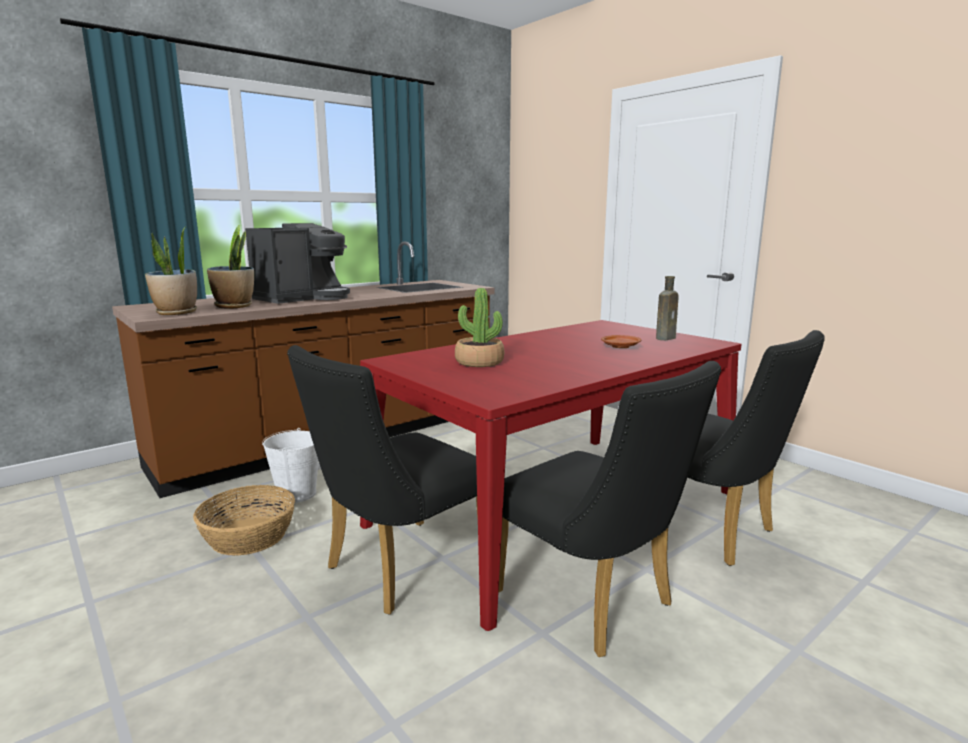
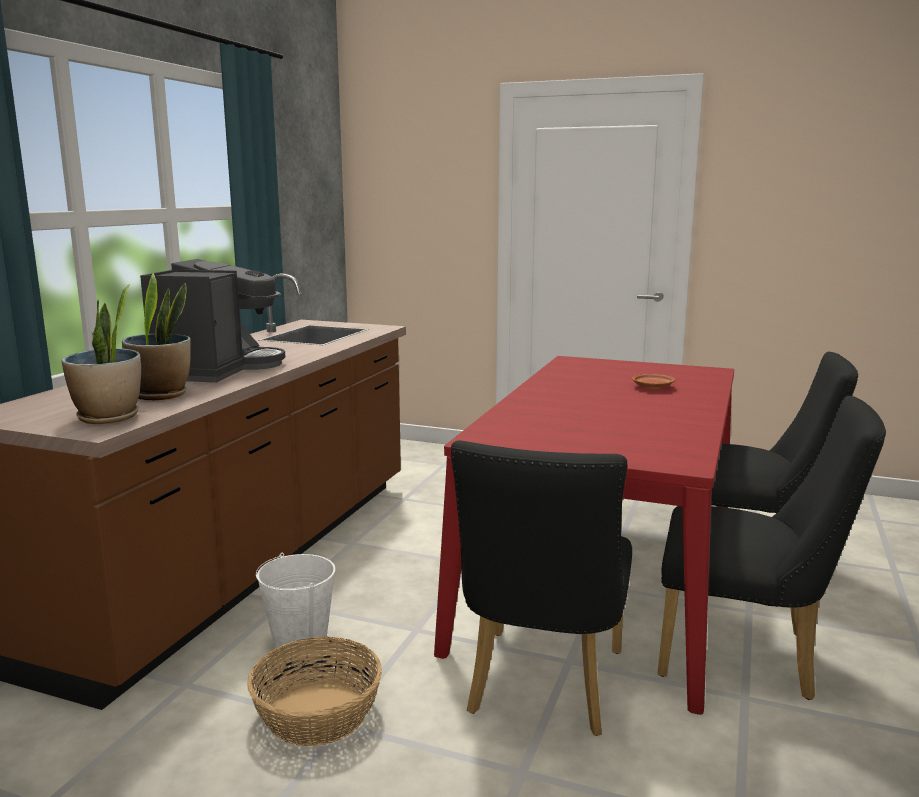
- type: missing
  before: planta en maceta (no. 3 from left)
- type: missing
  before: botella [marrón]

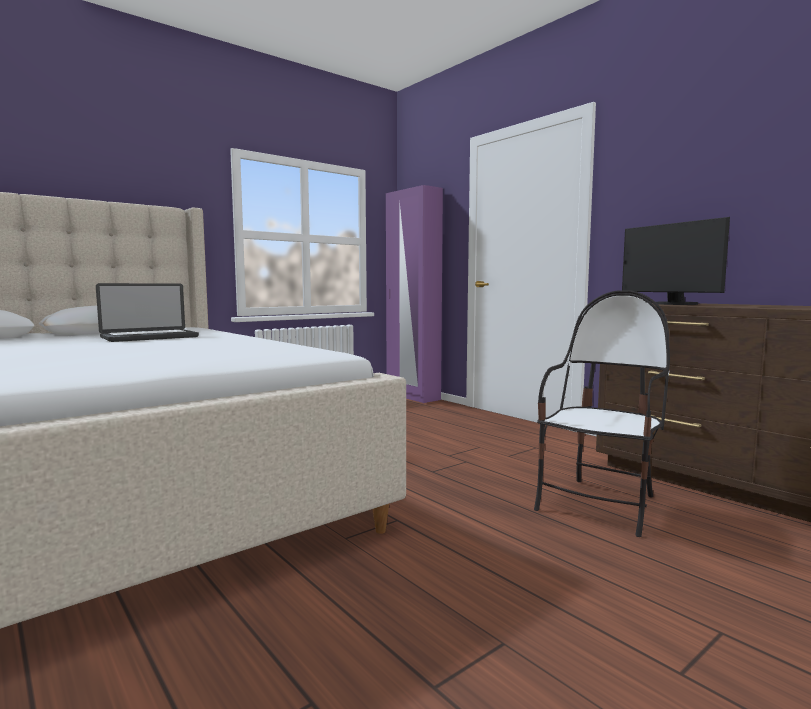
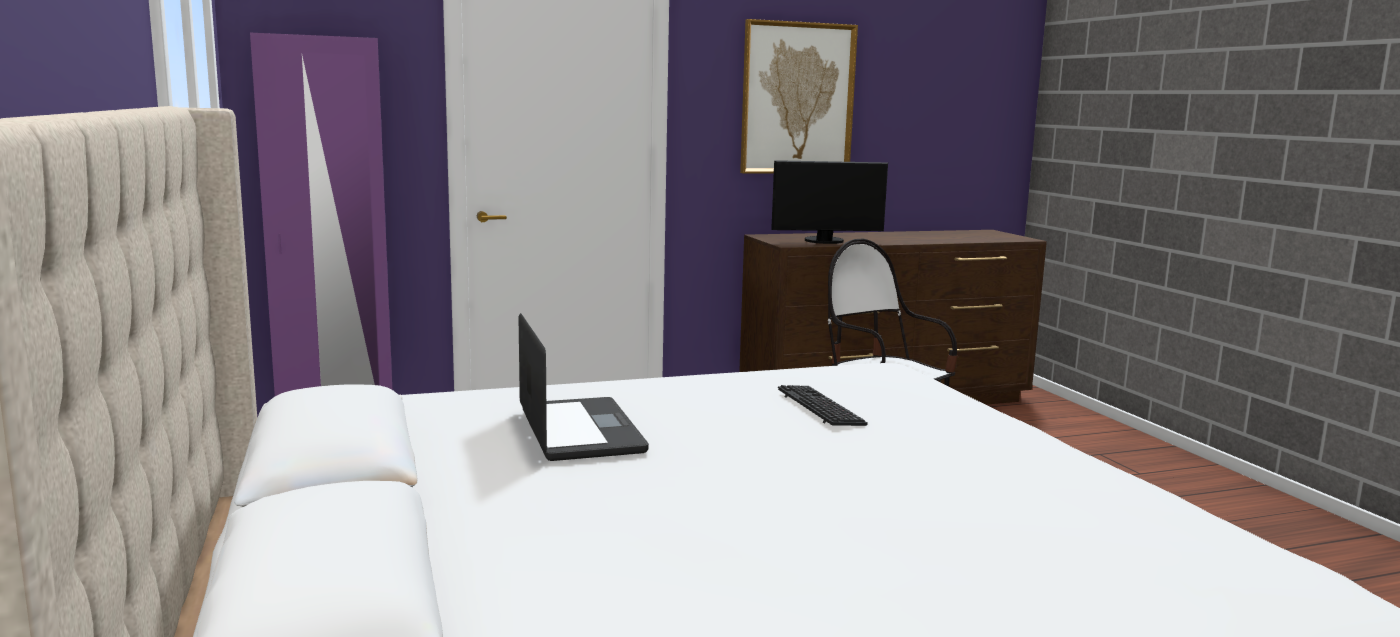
- type: appeared
  after: cuadro
- type: appeared
  after: teclado

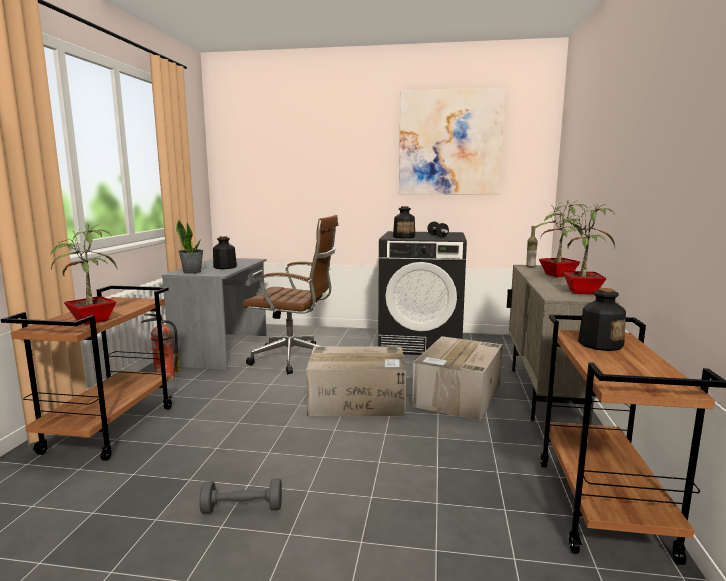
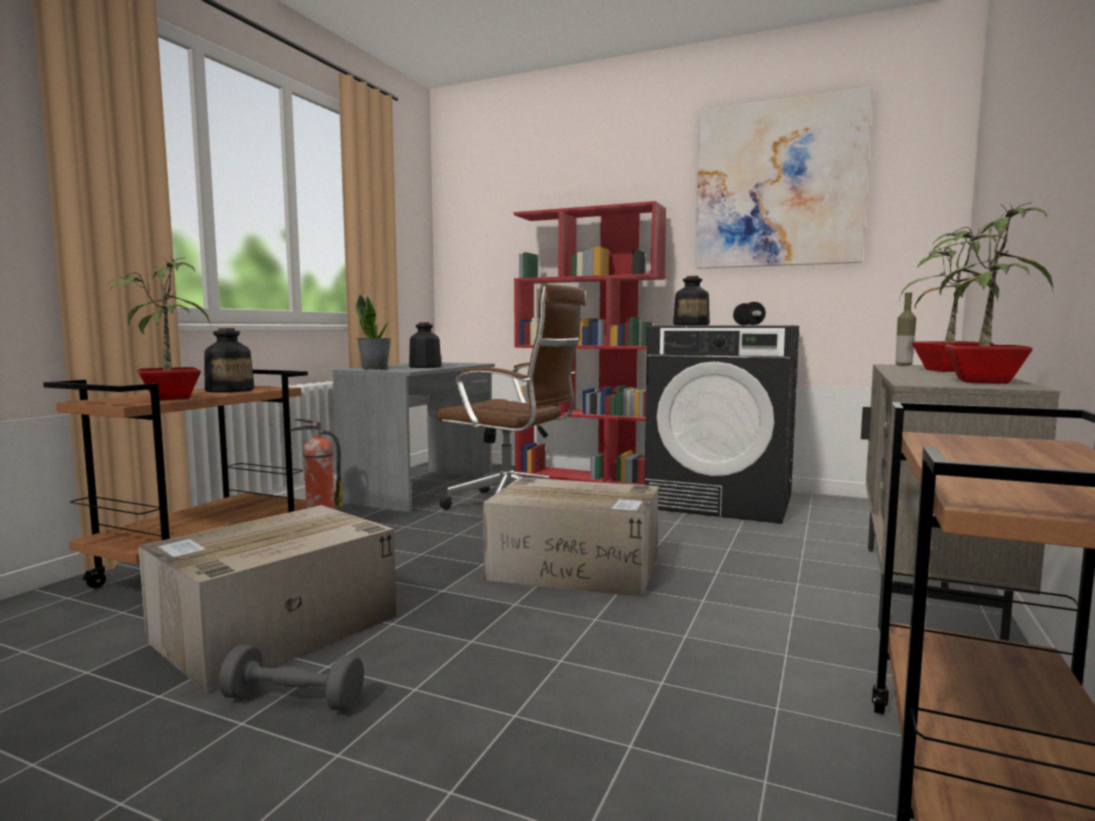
- type: appeared
  after: estantería [rojo]
- type: relocated
  before: caja de cartón (no. 2 from left in the first image)
  after: caja de cartón (no. 1 from left)
- type: relocated
  before: botella (no. 4 from left in the first image)
  after: botella (no. 1 from left)

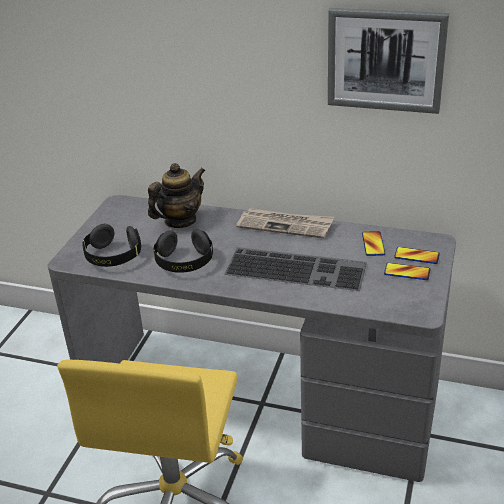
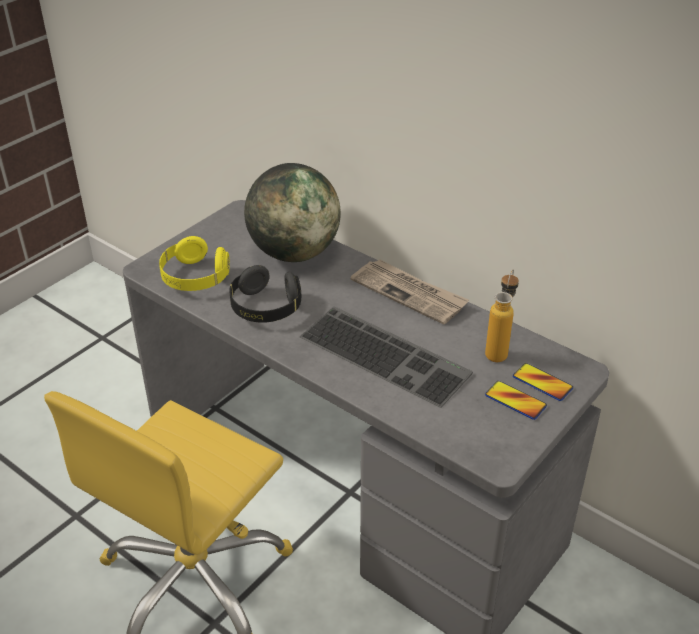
- type: missing
  before: cuadro
- type: exchanged
  before: tetera
  after: globo terráqueo
- type: exchanged
  before: móvil (no. 1 from left)
  after: botella
- type: colour
  before: auriculares [negro] (no. 1 from left)
  after: auriculares [amarillo]

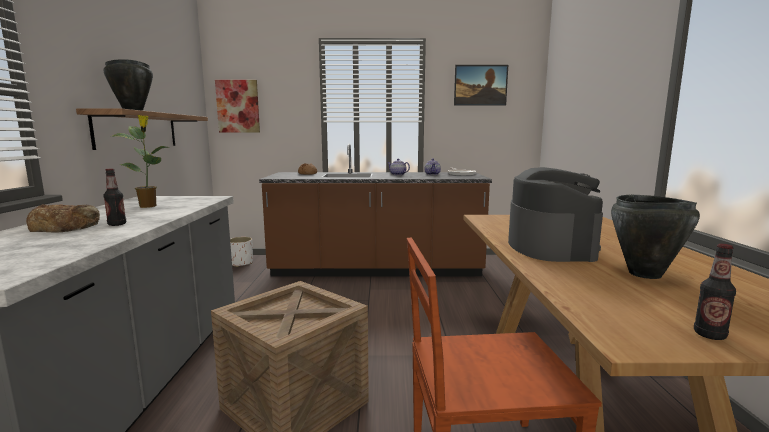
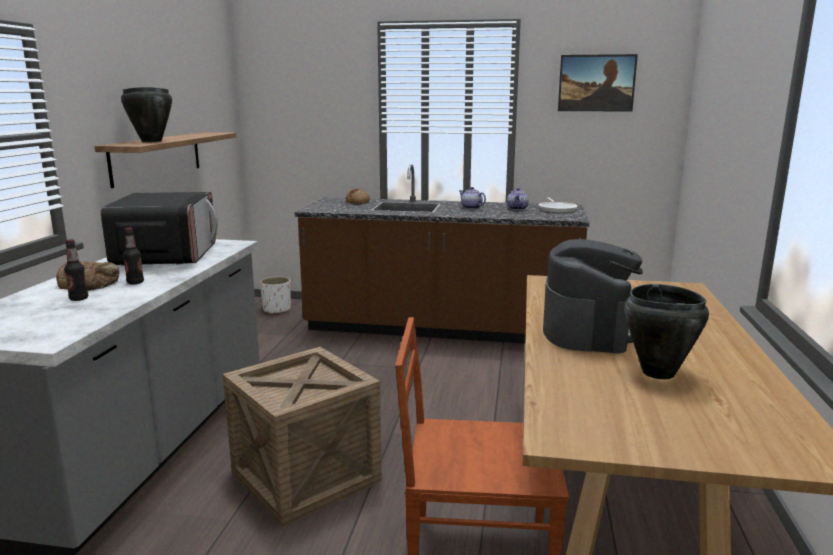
- type: missing
  before: cuadro (no. 1 from left)
- type: relocated
  before: botella (no. 2 from left in the first image)
  after: botella (no. 1 from left)
- type: exchanged
  before: planta en maceta
  after: microondas

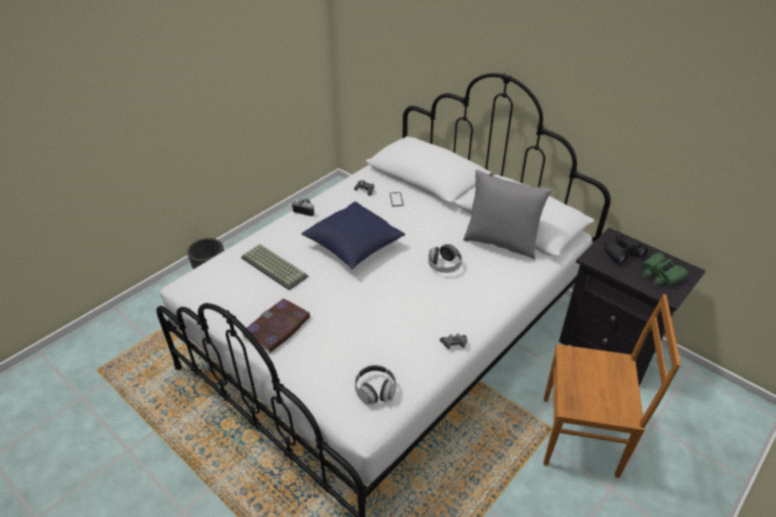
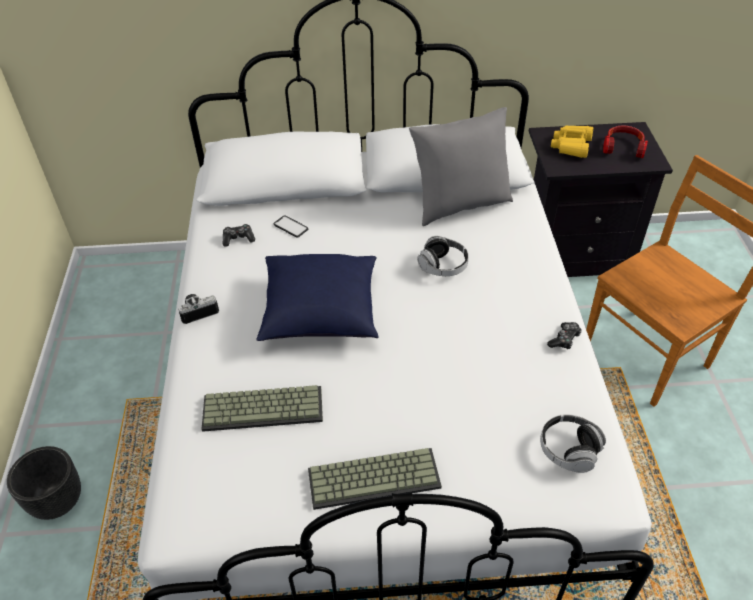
- type: exchanged
  before: libro
  after: teclado (no. 2 from left)
- type: exchanged
  before: prismáticos [verde]
  after: auriculares (no. 3 from left)
- type: colour
  before: prismáticos [negro]
  after: prismáticos [amarillo]

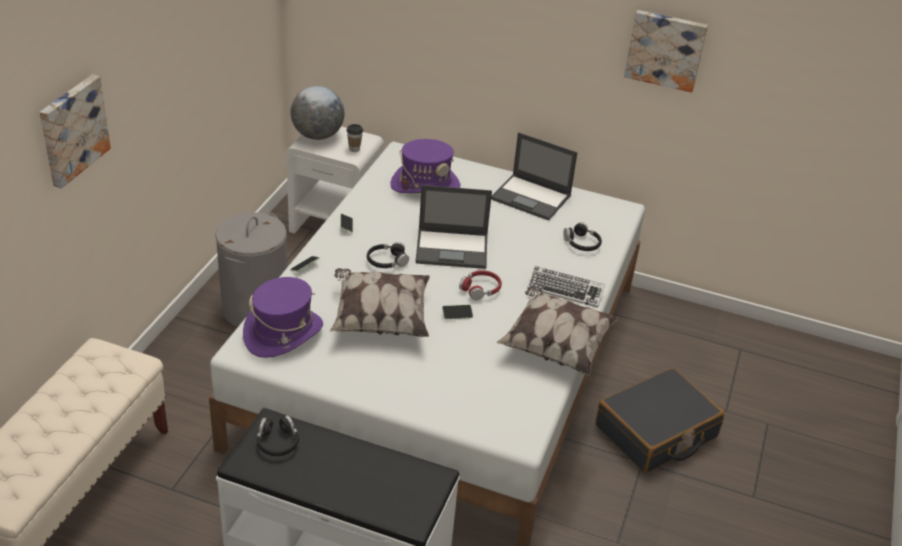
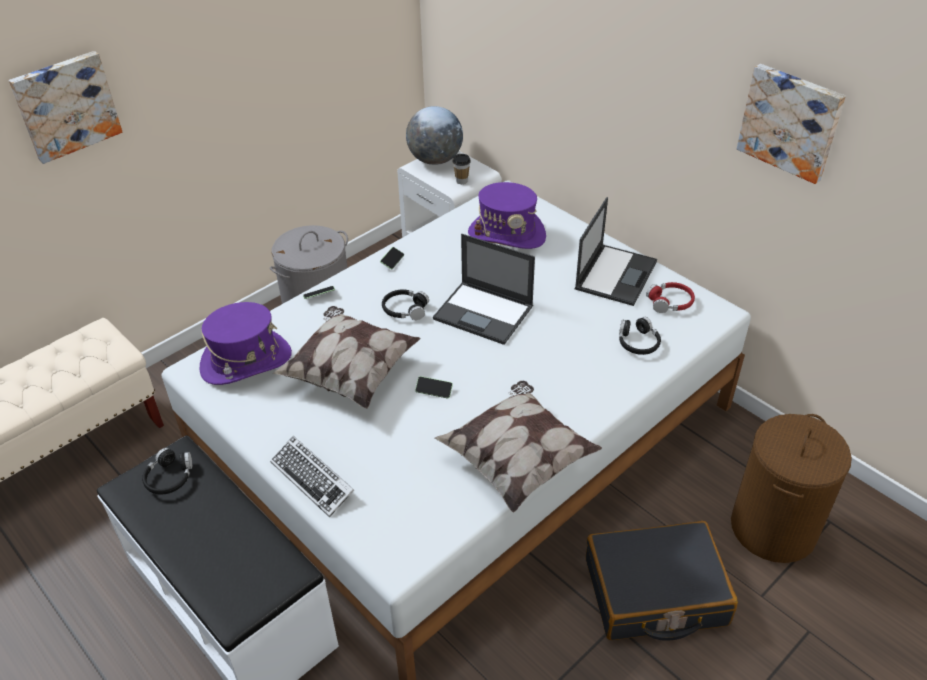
- type: appeared
  after: cesto de la ropa [marrón]
- type: relocated
  before: auriculares [rojo]
- type: relocated
  before: teclado
- type: spun
  before: portátil (no. 2 from left)
  turn: -120

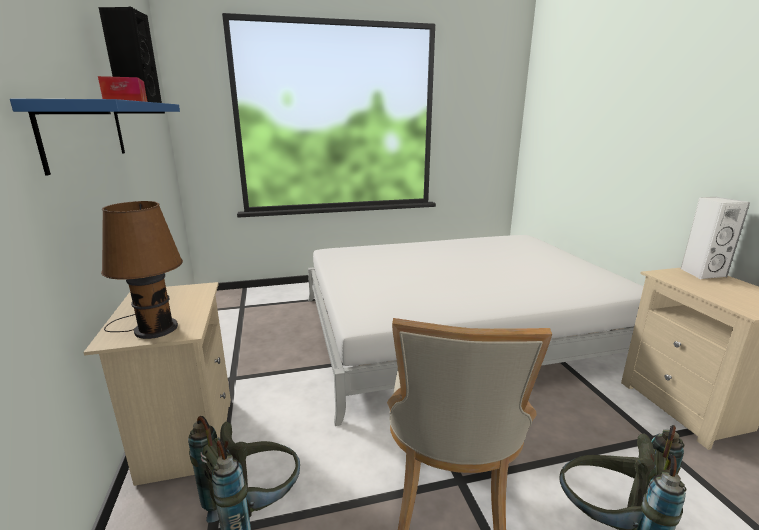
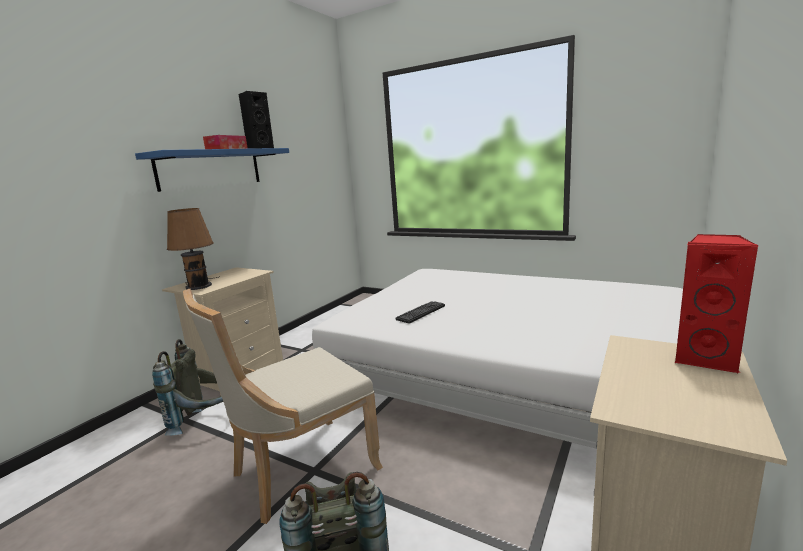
- type: appeared
  after: teclado
- type: colour
  before: altavoz [blanco]
  after: altavoz [rojo]

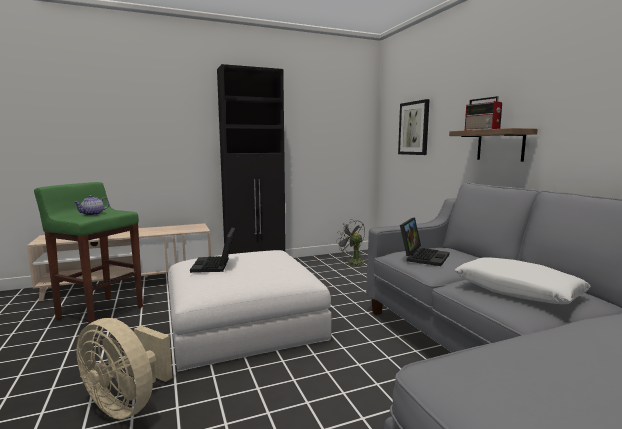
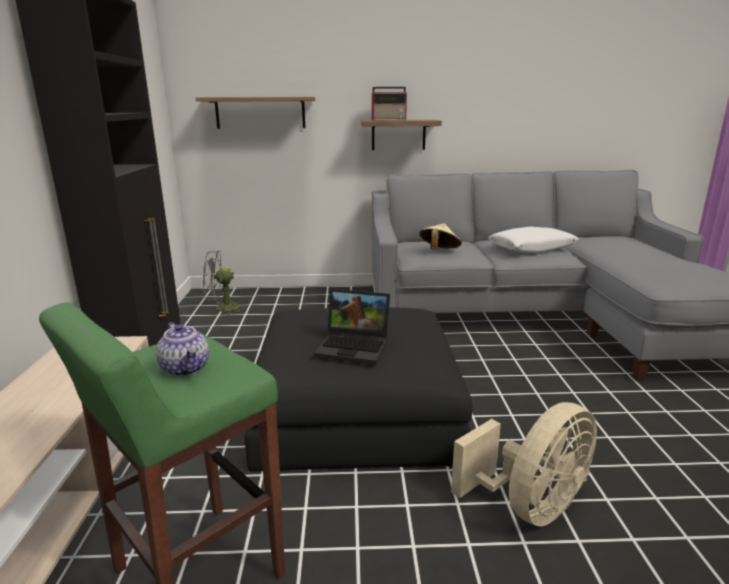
- type: exchanged
  before: cuadro
  after: estante (no. 1 from left)
- type: exchanged
  before: portátil (no. 2 from left)
  after: sombrero [beis]
- type: colour
  before: puf [blanco]
  after: puf [negro]

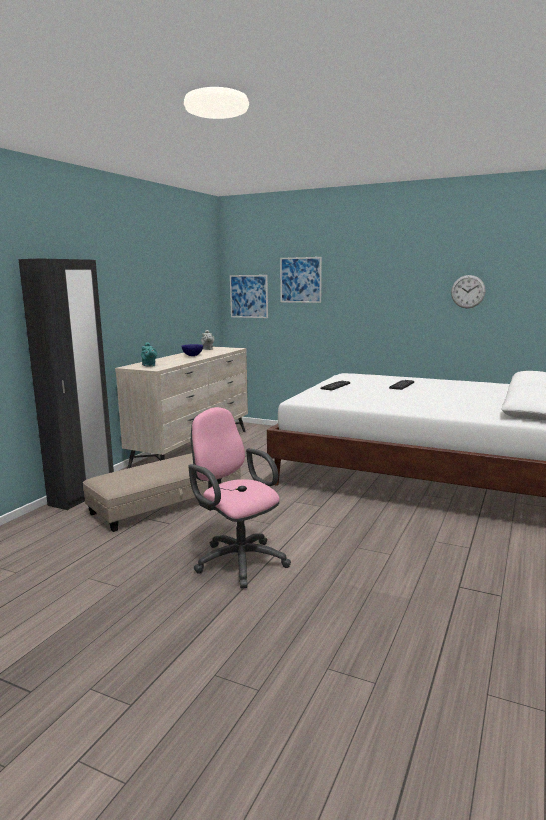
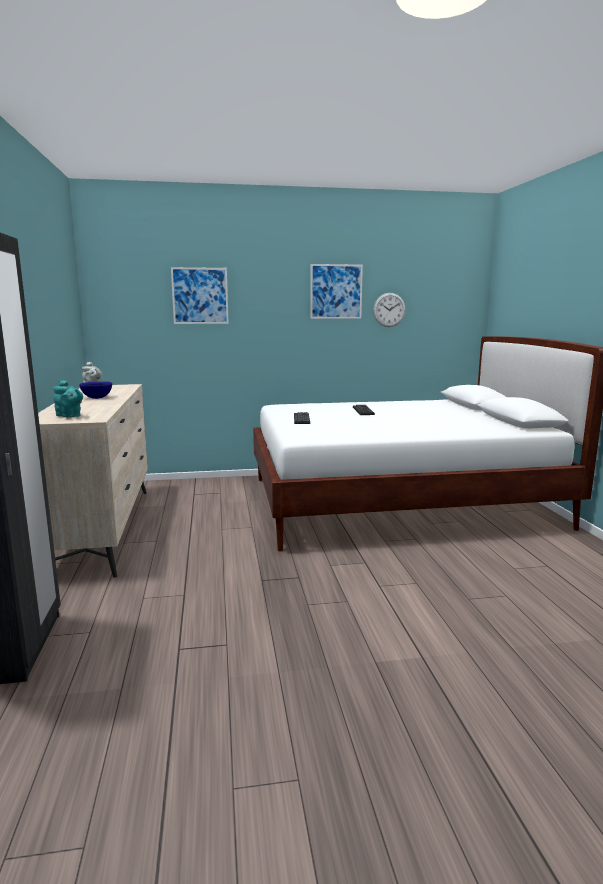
- type: missing
  before: puf [beis]
- type: missing
  before: silla de oficina [rosa]
- type: relocated
  before: cuadro (no. 1 from left in the first image)
  after: cuadro (no. 2 from left)

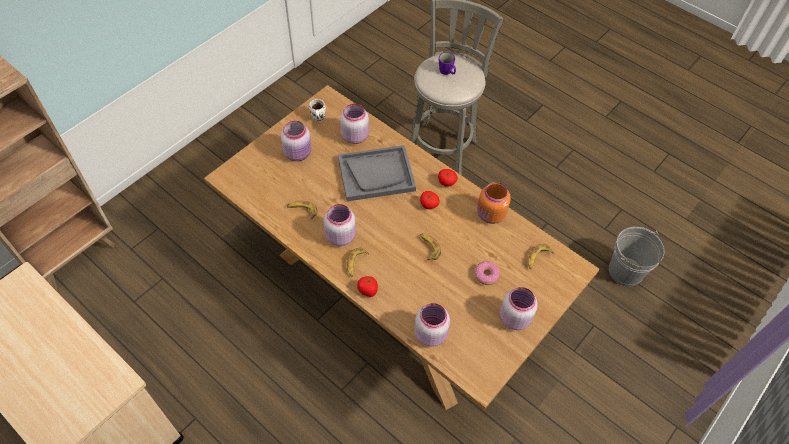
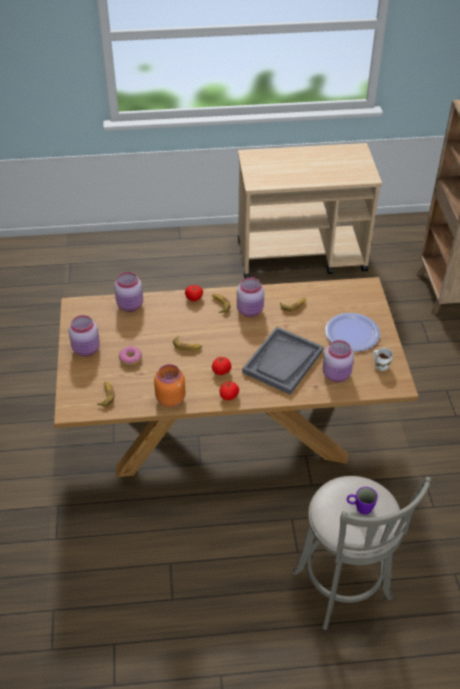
- type: missing
  before: cubo [gris]
- type: exchanged
  before: tarro [rosa] (no. 1 from left)
  after: plato

